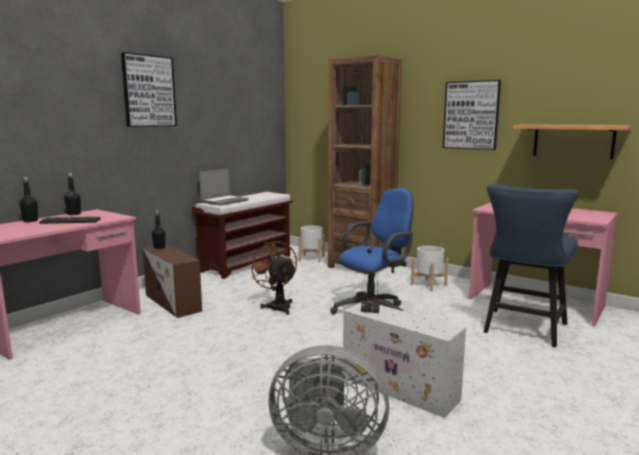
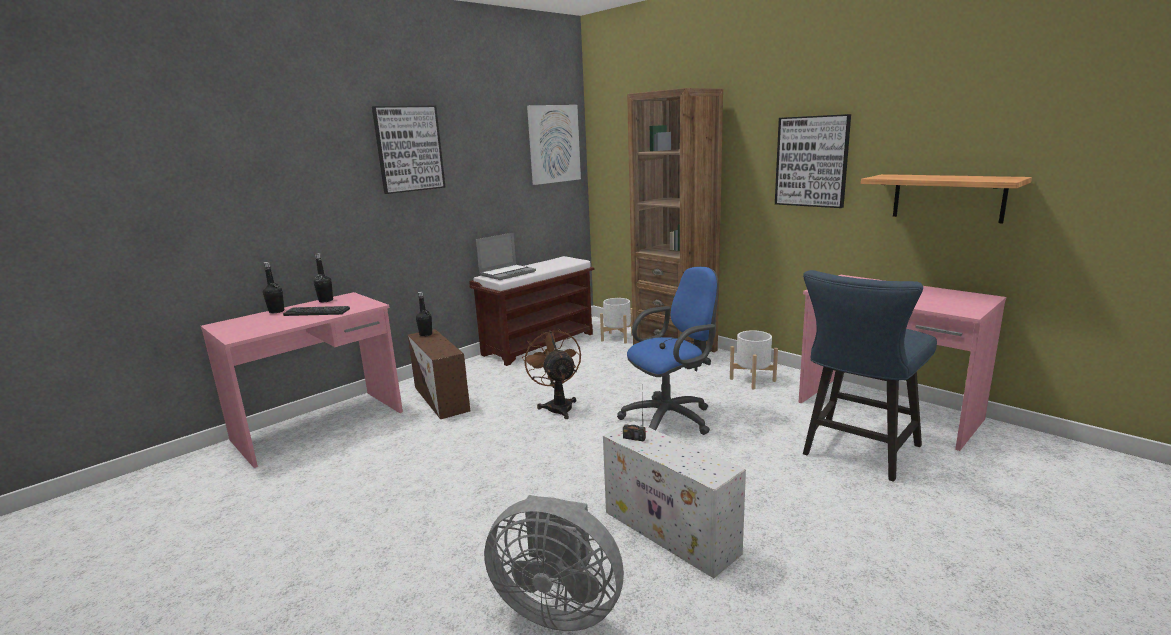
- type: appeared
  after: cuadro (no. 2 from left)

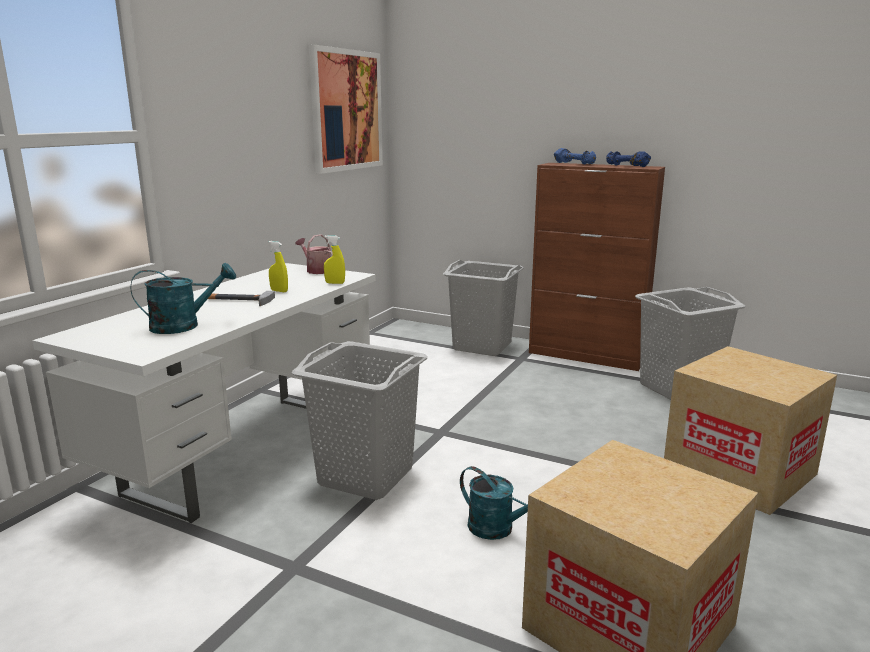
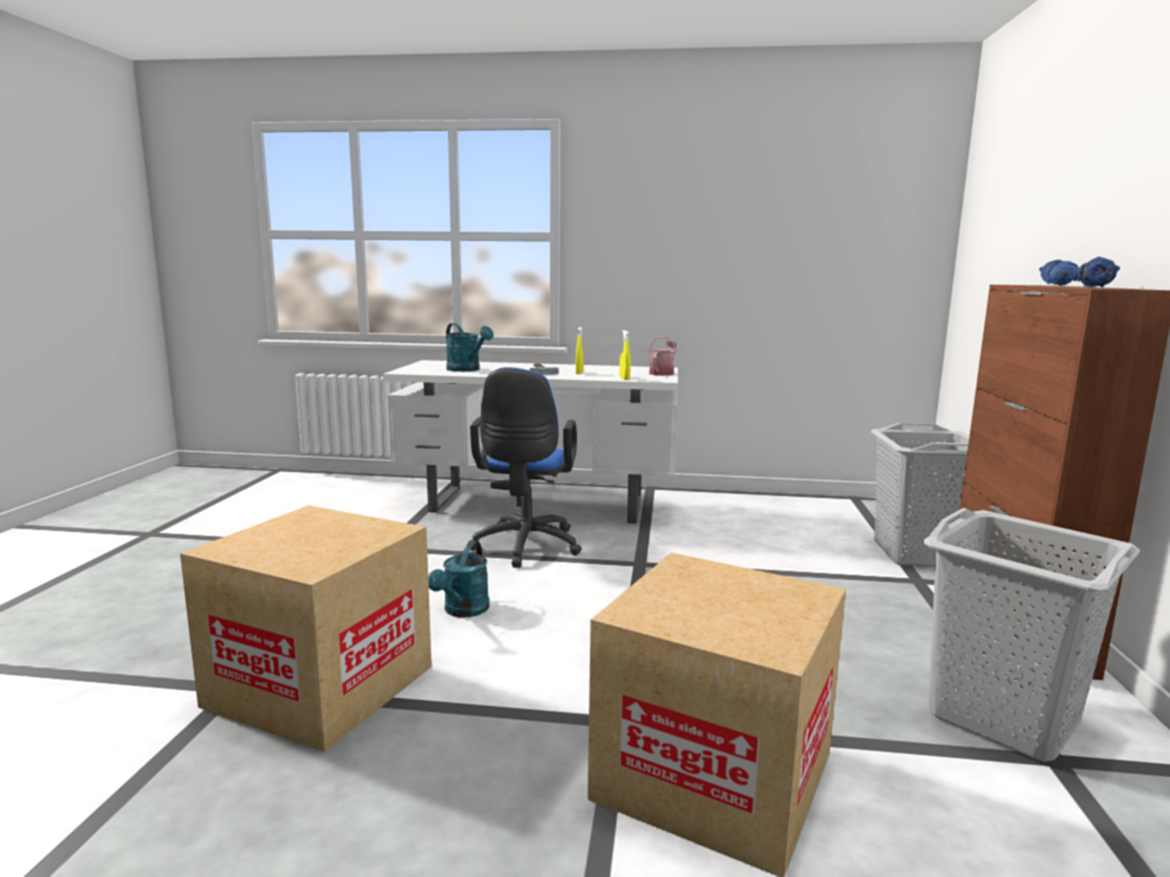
- type: missing
  before: cuadro
- type: exchanged
  before: cesto de la ropa [gris] (no. 1 from left)
  after: silla de oficina [azul]

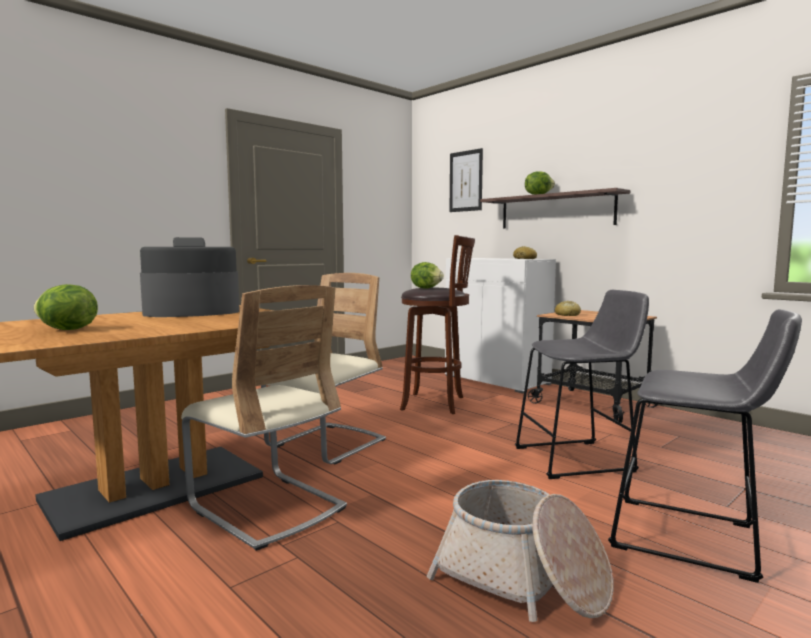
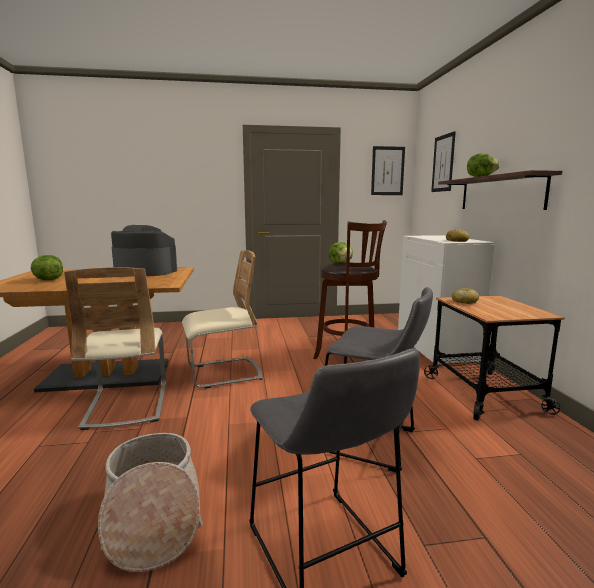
- type: appeared
  after: cuadro (no. 1 from left)

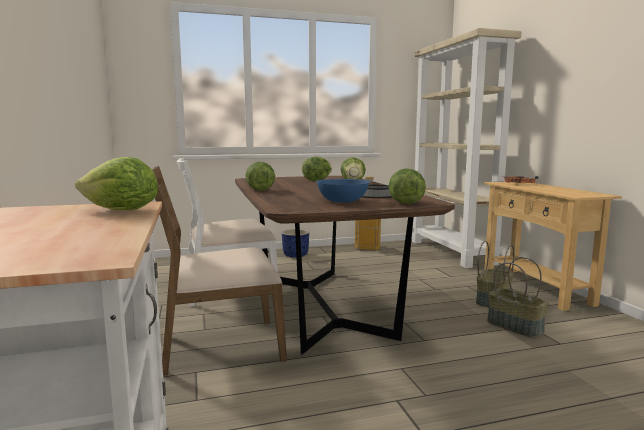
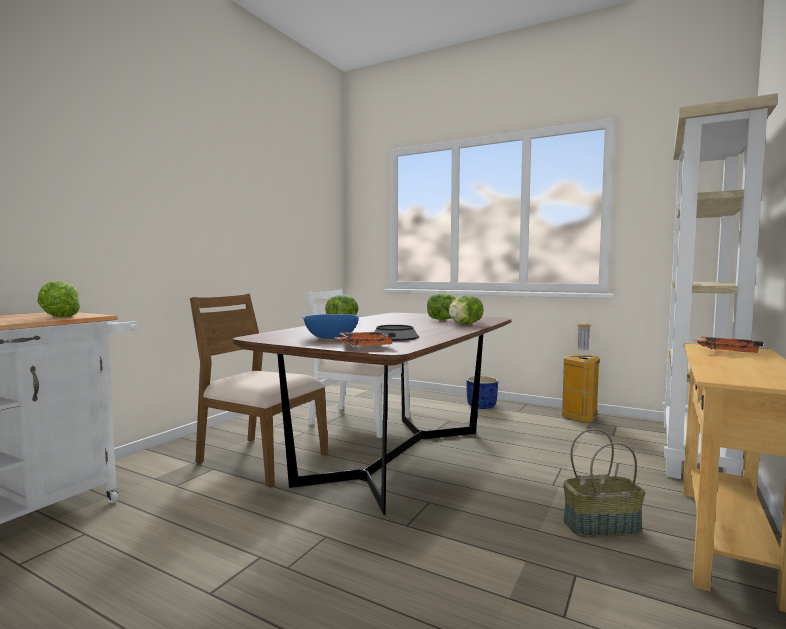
- type: missing
  before: cesta (no. 2 from left)
- type: exchanged
  before: lechuga (no. 5 from left)
  after: bandeja [naranja] (no. 1 from left)

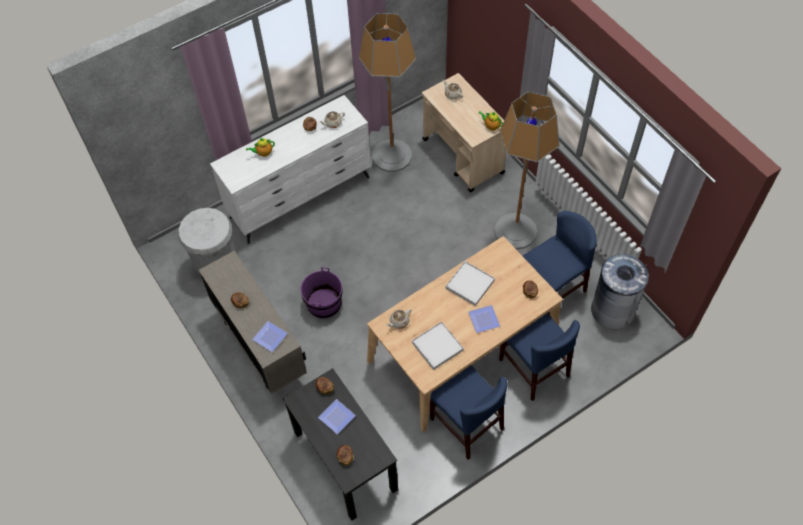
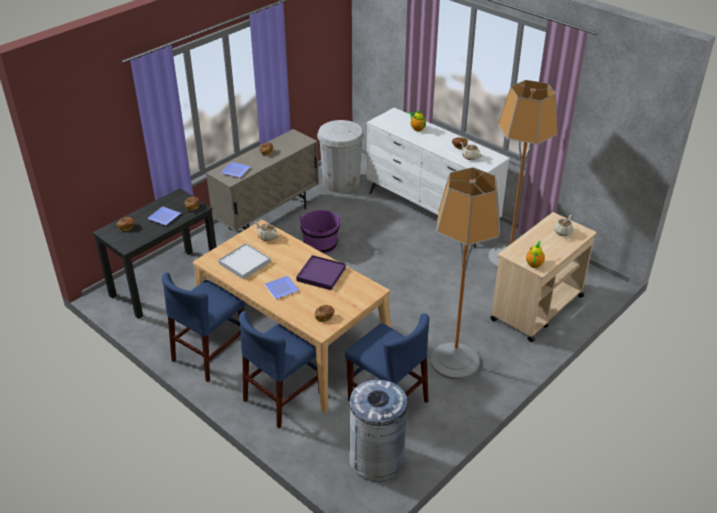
- type: colour
  before: bandeja [blanco] (no. 2 from left)
  after: bandeja [morado]

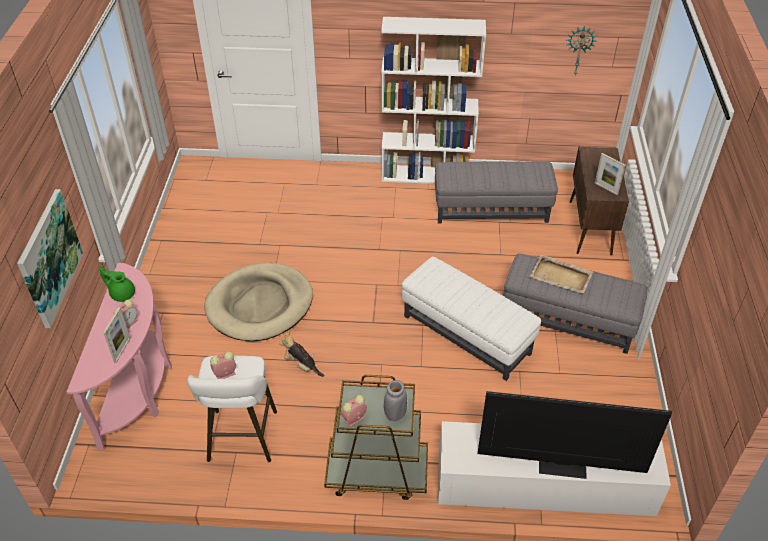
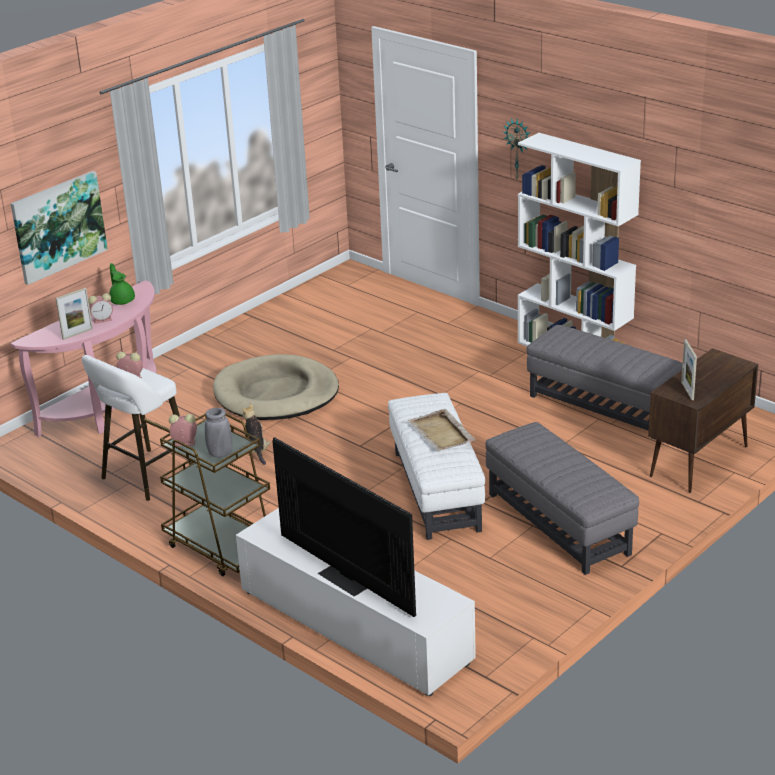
- type: relocated
  before: bandeja [beis]
- type: relocated
  before: reloj de pared

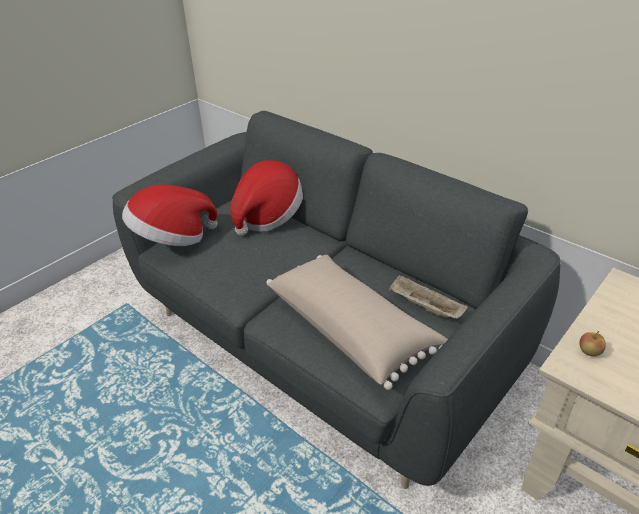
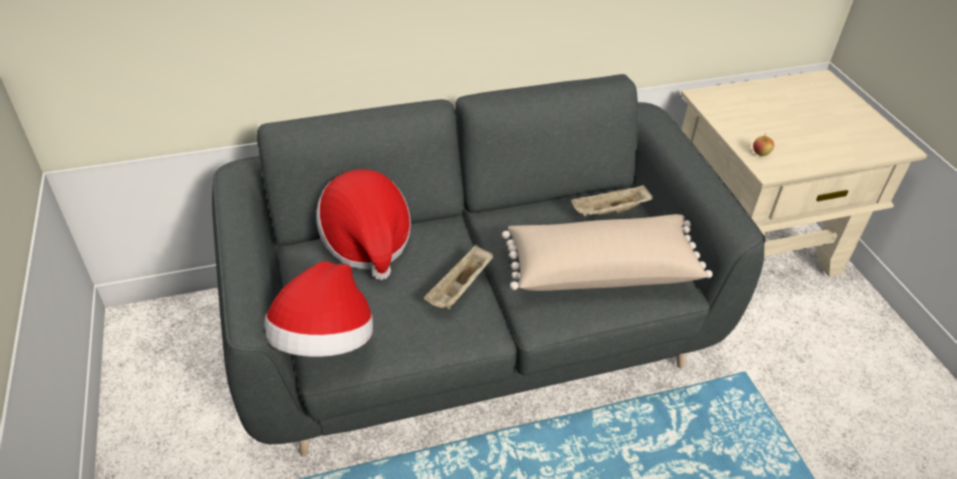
- type: appeared
  after: bandeja [beis] (no. 1 from left)

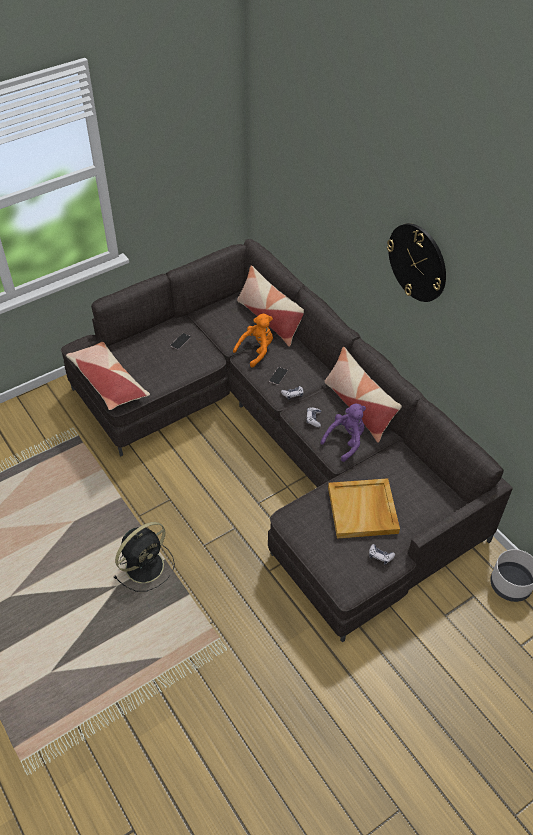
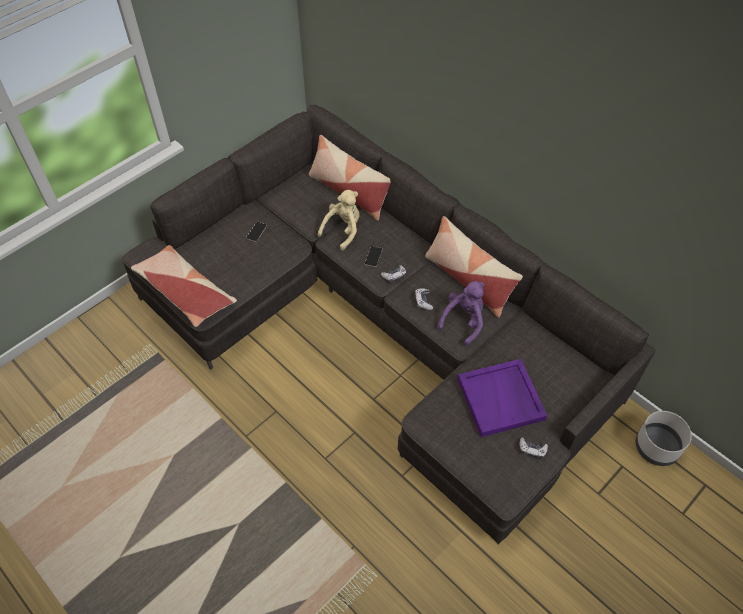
- type: missing
  before: ventilador [negro]
- type: missing
  before: reloj de pared
- type: colour
  before: peluche [naranja]
  after: peluche [beis]
- type: colour
  before: bandeja [beis]
  after: bandeja [morado]

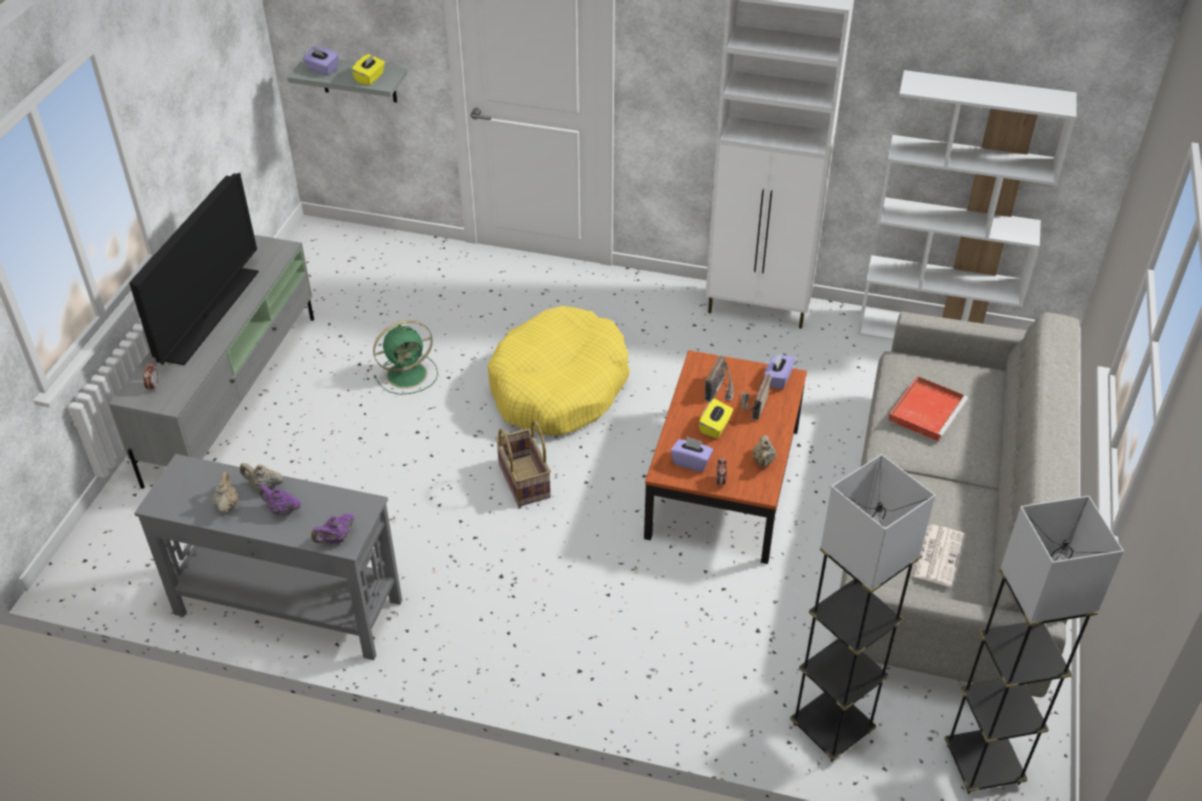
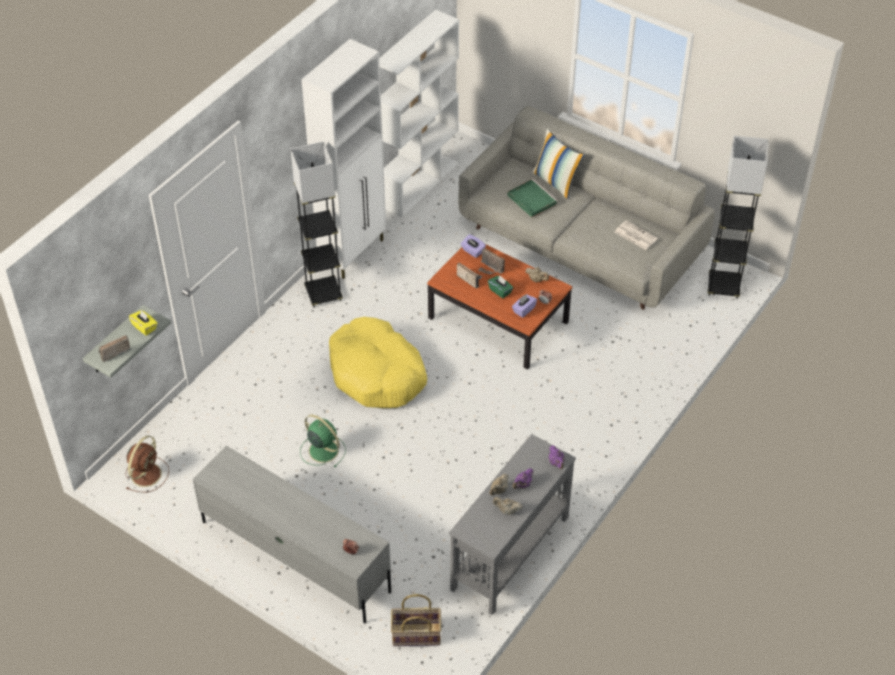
- type: missing
  before: televisor
- type: appeared
  after: ventilador [marrón]
- type: appeared
  after: cojín
- type: relocated
  before: cesta
- type: relocated
  before: lámpara de pie [gris] (no. 1 from left)
- type: exchanged
  before: caja de pañuelos [morado] (no. 1 from left)
  after: radio (no. 1 from left)
- type: colour
  before: caja de pañuelos [amarillo] (no. 2 from left)
  after: caja de pañuelos [verde]
- type: colour
  before: bandeja [rojo]
  after: bandeja [verde]
- type: spun
  before: ventilador [verde]
  turn: -45

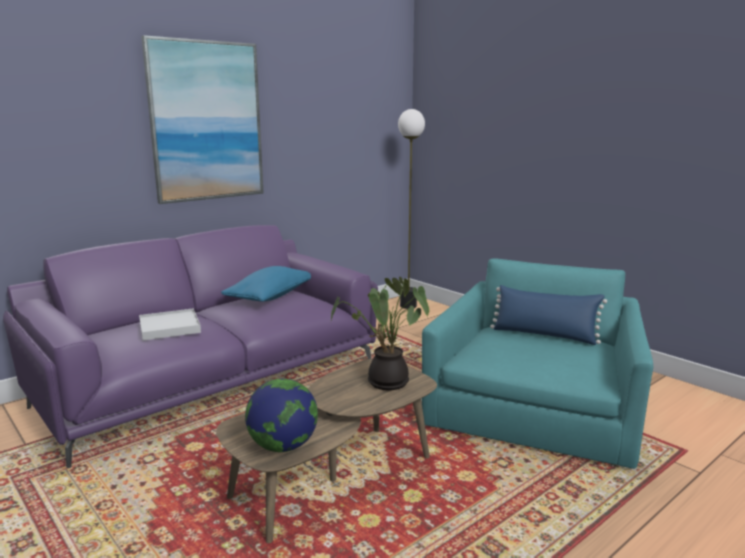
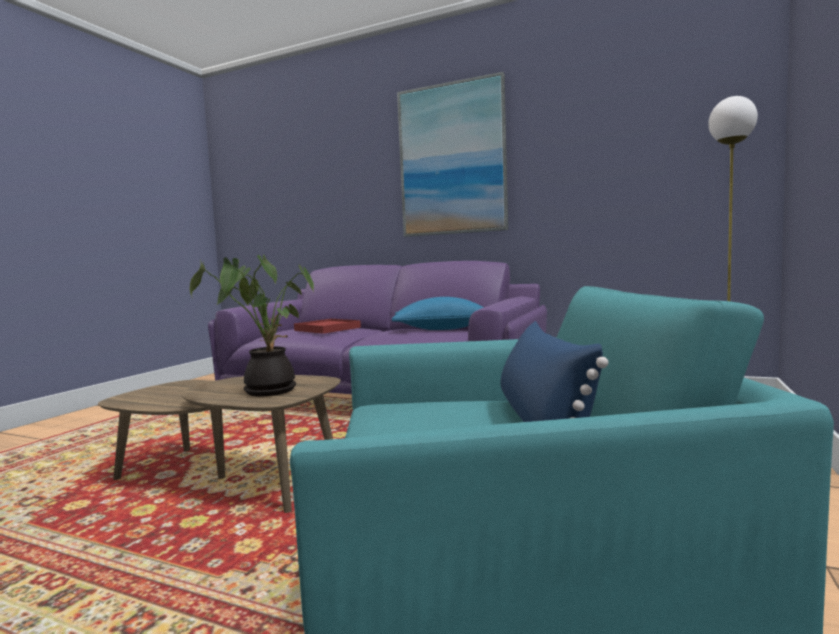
- type: missing
  before: globo terráqueo
- type: colour
  before: bandeja [blanco]
  after: bandeja [rojo]

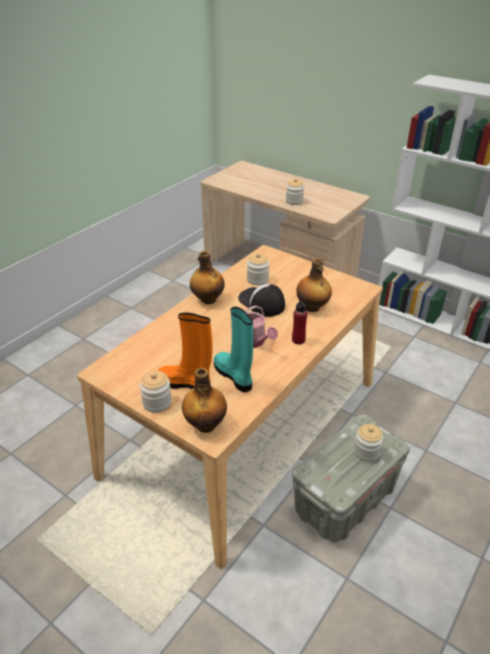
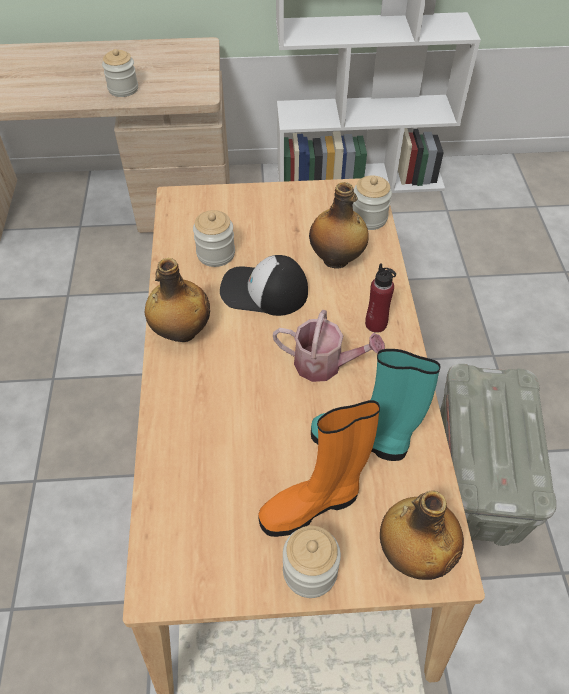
- type: relocated
  before: tarro (no. 4 from left)

